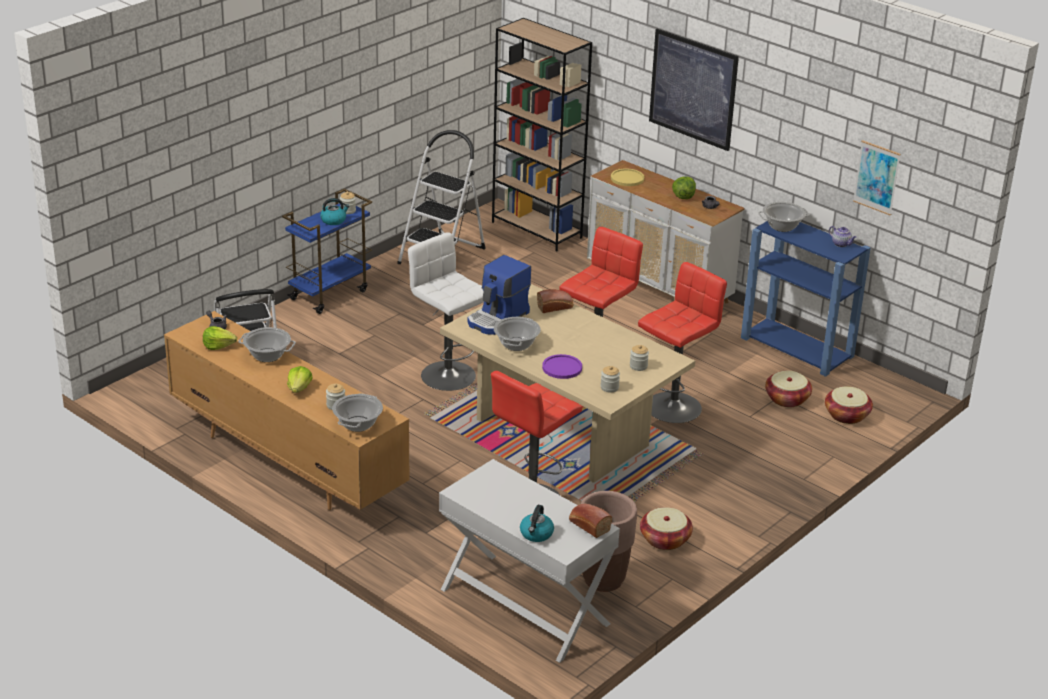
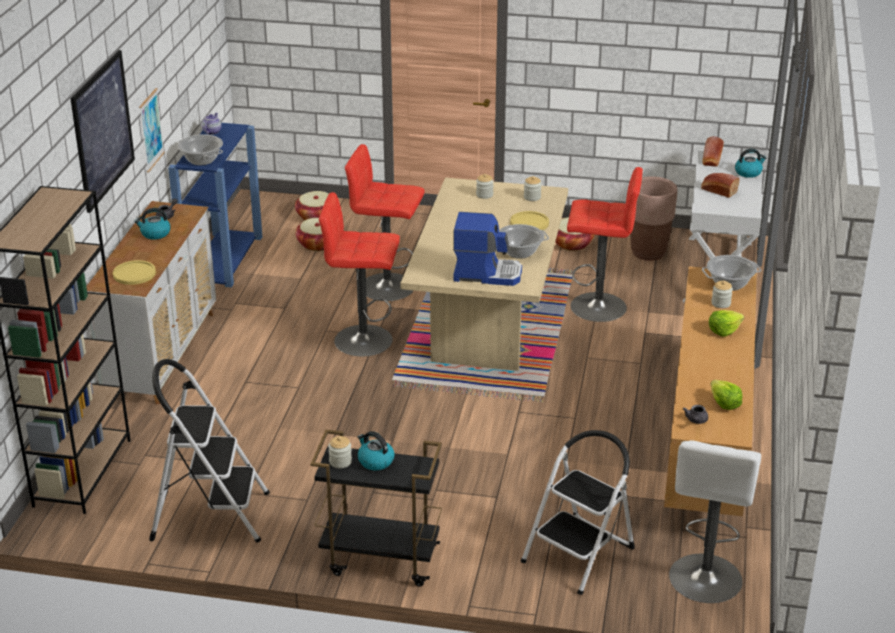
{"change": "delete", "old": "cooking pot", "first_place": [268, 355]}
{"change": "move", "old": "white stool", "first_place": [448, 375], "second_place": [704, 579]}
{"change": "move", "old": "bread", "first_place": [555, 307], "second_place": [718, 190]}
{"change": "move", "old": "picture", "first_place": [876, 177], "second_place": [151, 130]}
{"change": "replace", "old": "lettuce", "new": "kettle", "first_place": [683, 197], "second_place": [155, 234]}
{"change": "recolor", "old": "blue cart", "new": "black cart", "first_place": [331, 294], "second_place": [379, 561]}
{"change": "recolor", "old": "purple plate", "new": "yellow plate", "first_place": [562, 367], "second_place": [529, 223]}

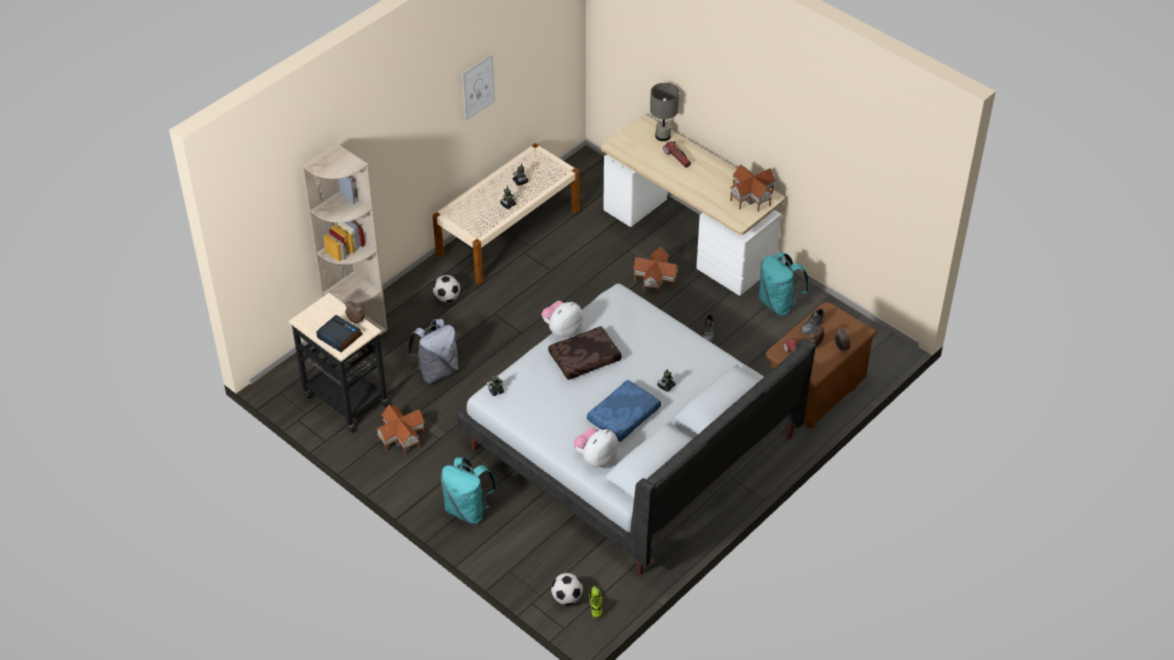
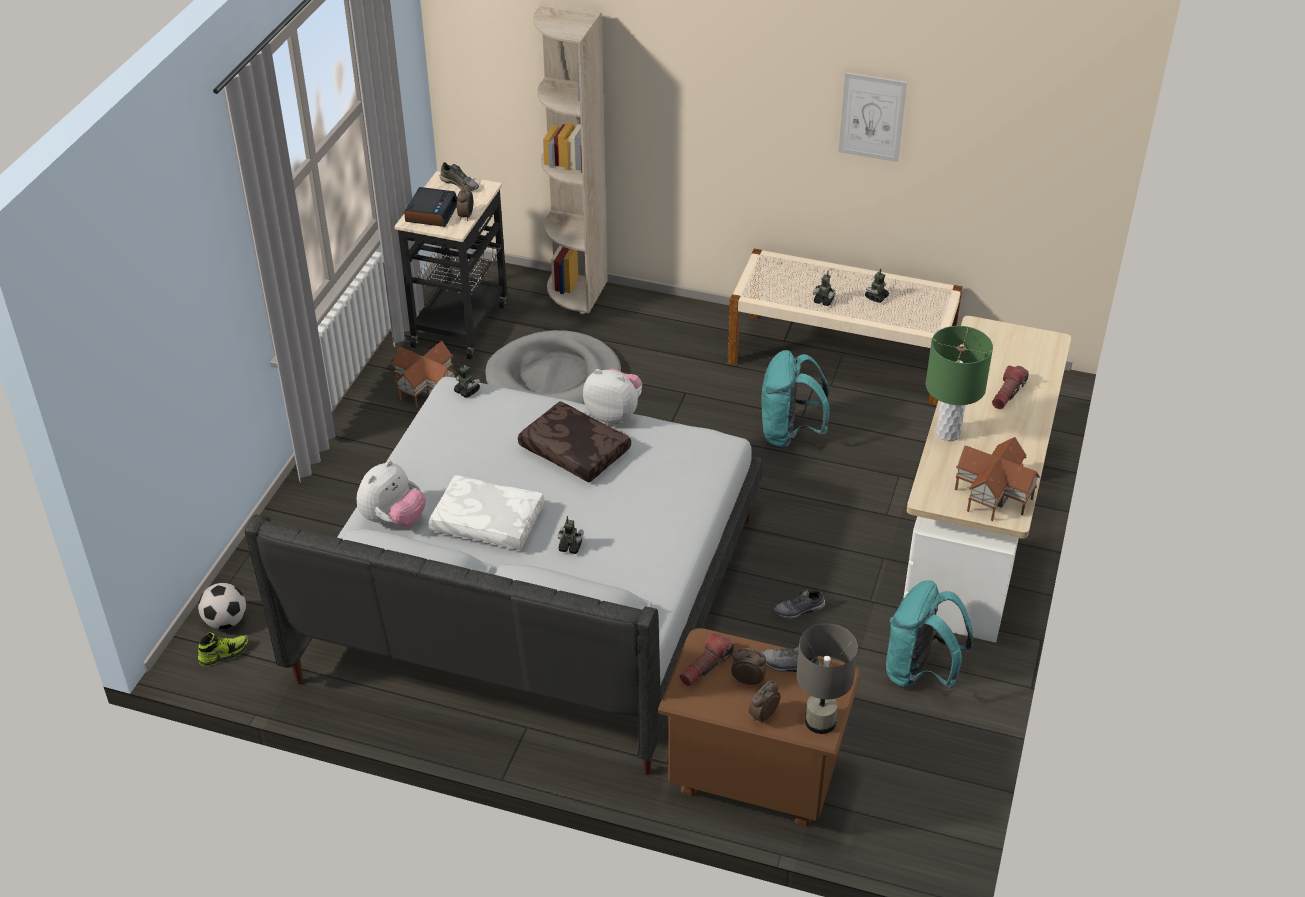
{"change": "delete", "old": "football", "first_place": [447, 298]}
{"change": "delete", "old": "toy house", "first_place": [656, 279]}
{"change": "insert", "new": "grey shoe", "second_place": [460, 184]}
{"change": "insert", "new": "green table lamp", "second_place": [948, 433]}
{"change": "move", "old": "turquoise backpack", "first_place": [468, 510], "second_place": [790, 434]}
{"change": "move", "old": "grey table lamp", "first_place": [662, 136], "second_place": [819, 721]}
{"change": "replace", "old": "grey backpack", "new": "grey dog bed", "first_place": [436, 371], "second_place": [553, 378]}
{"change": "recolor", "old": "blue pillow", "new": "white pillow", "first_place": [624, 417], "second_place": [486, 523]}
{"change": "rotate", "old": "plush toy", "first_place": [596, 458], "second_place": [393, 519], "degrees": 105}

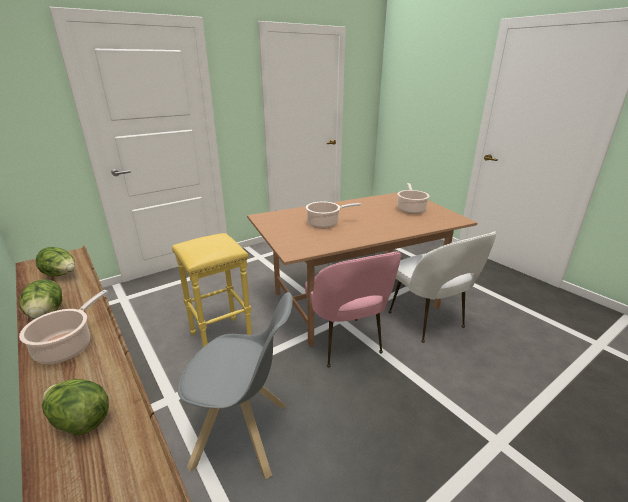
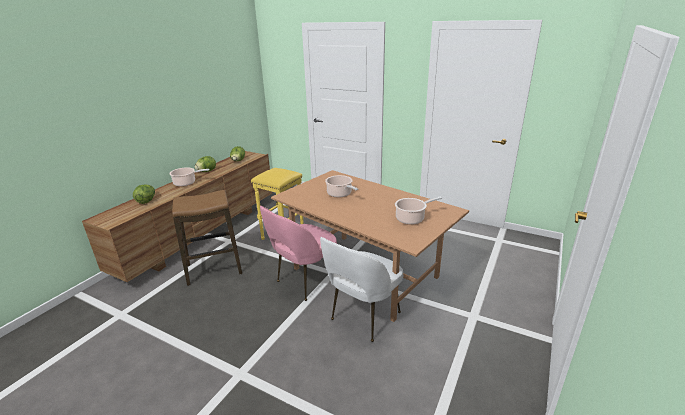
{"change": "replace", "old": "grey chair", "new": "stool", "first_place": [244, 435], "second_place": [214, 269]}

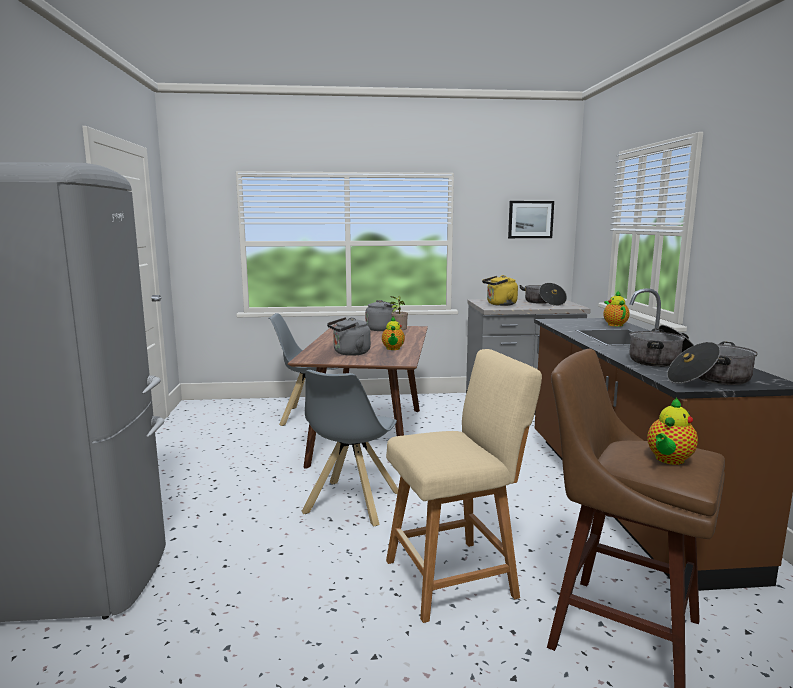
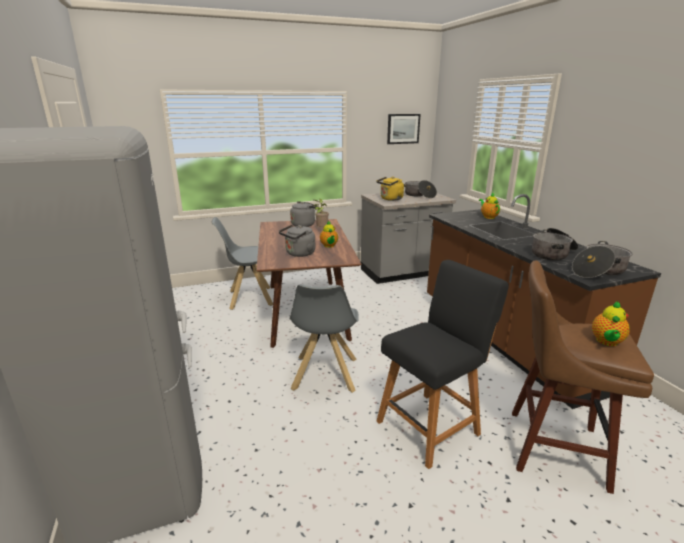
{"change": "recolor", "old": "beige stool", "new": "black stool", "first_place": [456, 577], "second_place": [431, 425]}

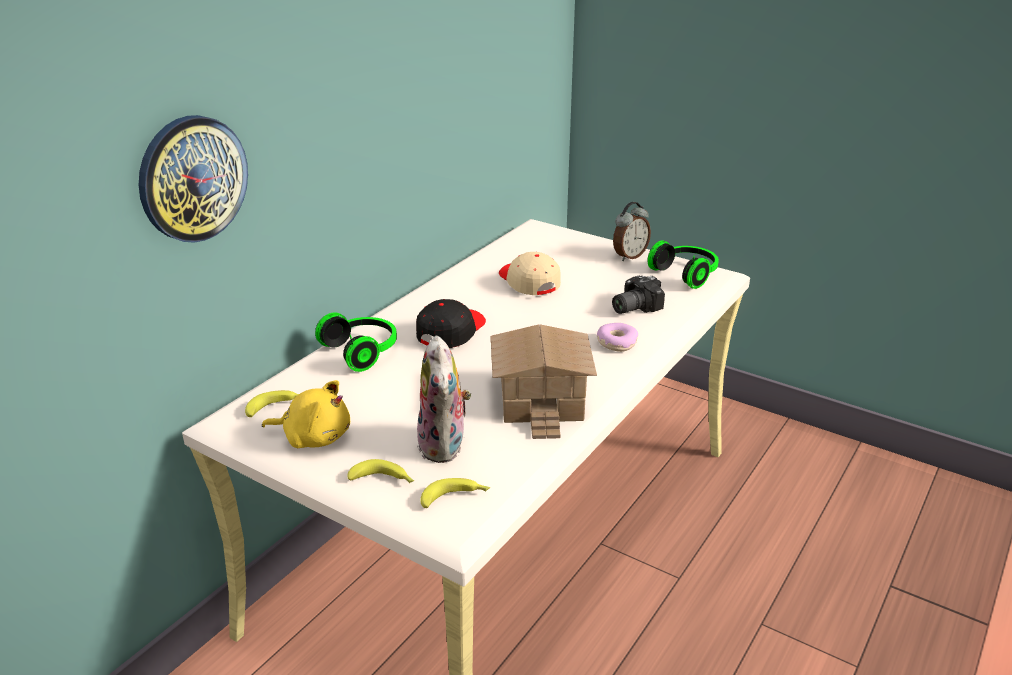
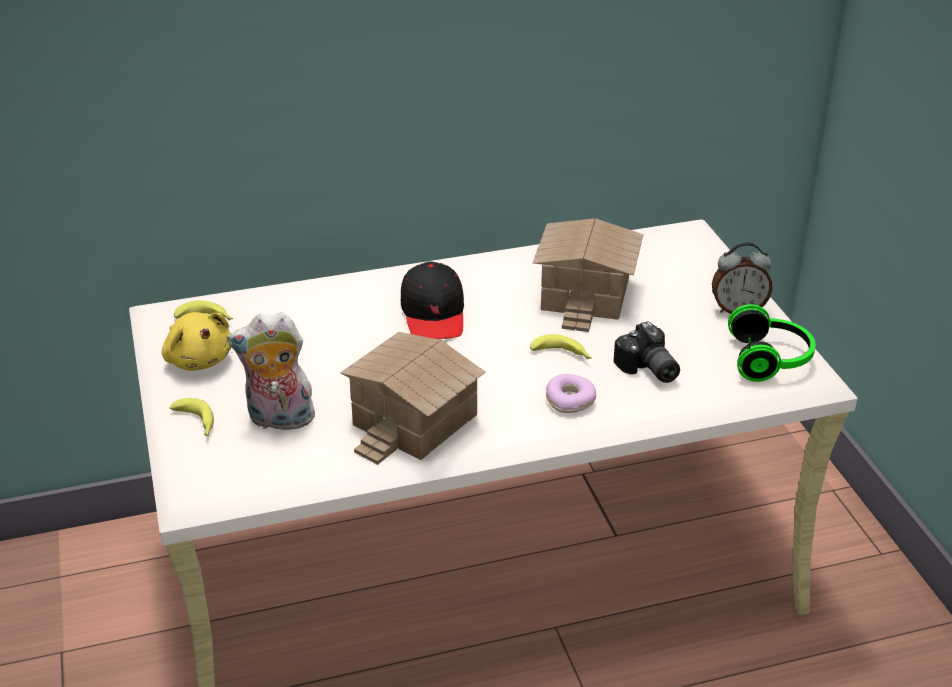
{"change": "delete", "old": "wall clock", "first_place": [192, 178]}
{"change": "delete", "old": "headphones", "first_place": [363, 351]}
{"change": "move", "old": "banana", "first_place": [455, 498], "second_place": [562, 354]}
{"change": "replace", "old": "beige cap", "new": "toy house", "first_place": [528, 282], "second_place": [583, 293]}
{"change": "rotate", "old": "black cap", "first_place": [451, 331], "second_place": [434, 314], "degrees": 105}
{"change": "rotate", "old": "plush toy", "first_place": [445, 446], "second_place": [278, 420], "degrees": 60}
{"change": "rotate", "old": "photo camera", "first_place": [632, 307], "second_place": [647, 370], "degrees": -120}

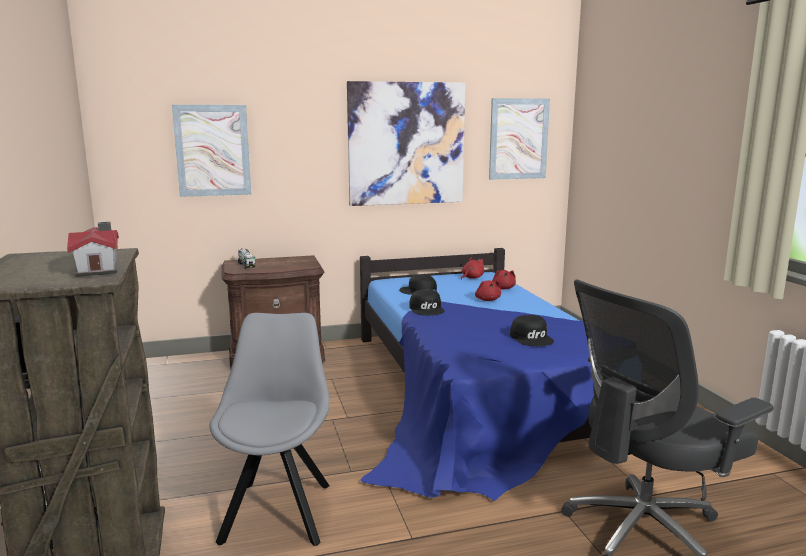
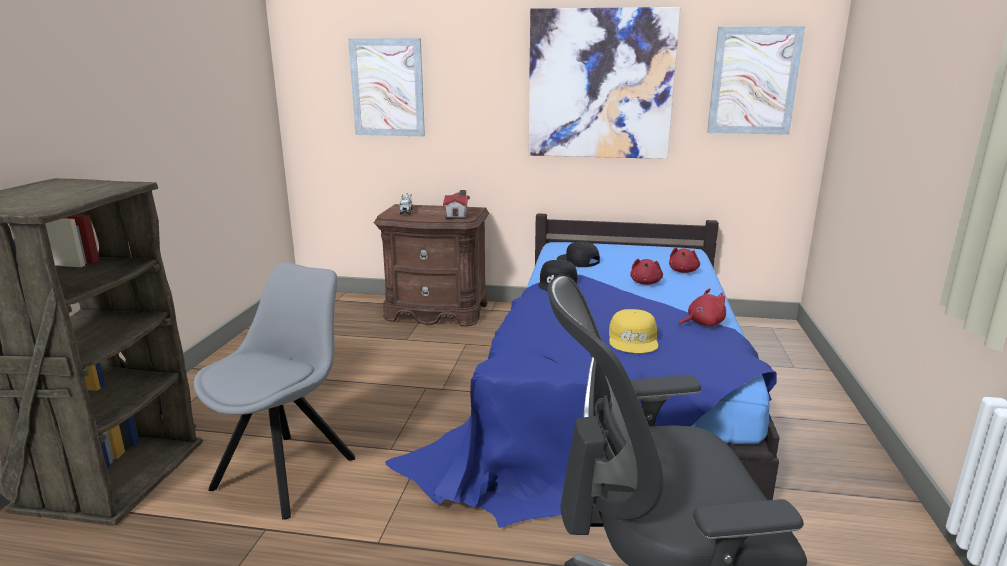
{"change": "move", "old": "toy house", "first_place": [99, 268], "second_place": [458, 215]}
{"change": "move", "old": "red plush toy", "first_place": [471, 278], "second_place": [702, 323]}
{"change": "recolor", "old": "black cap", "new": "yellow cap", "first_place": [532, 338], "second_place": [634, 340]}

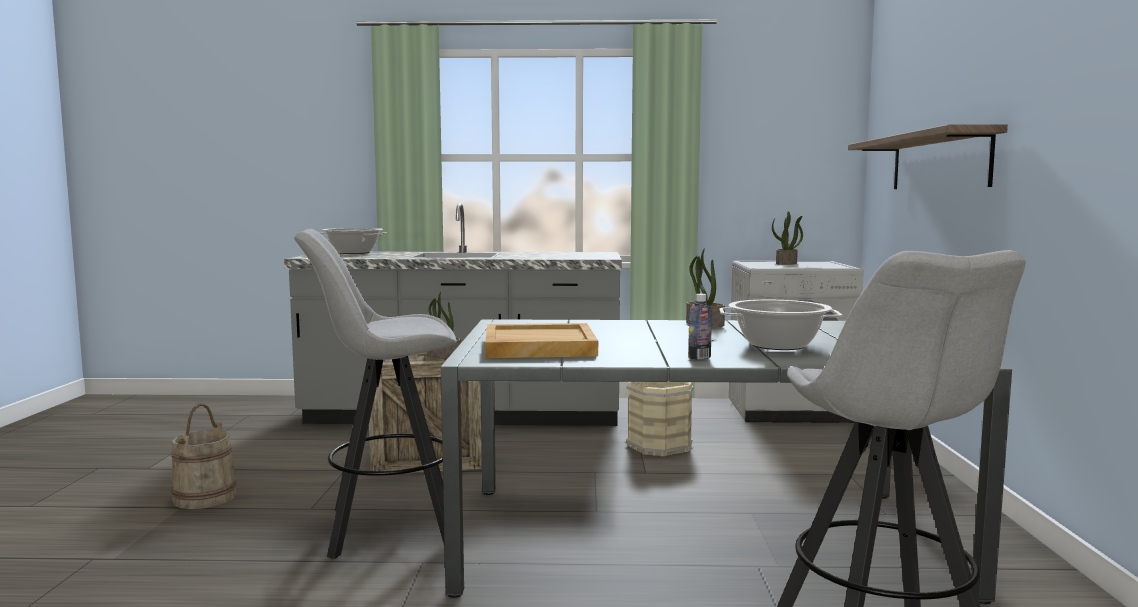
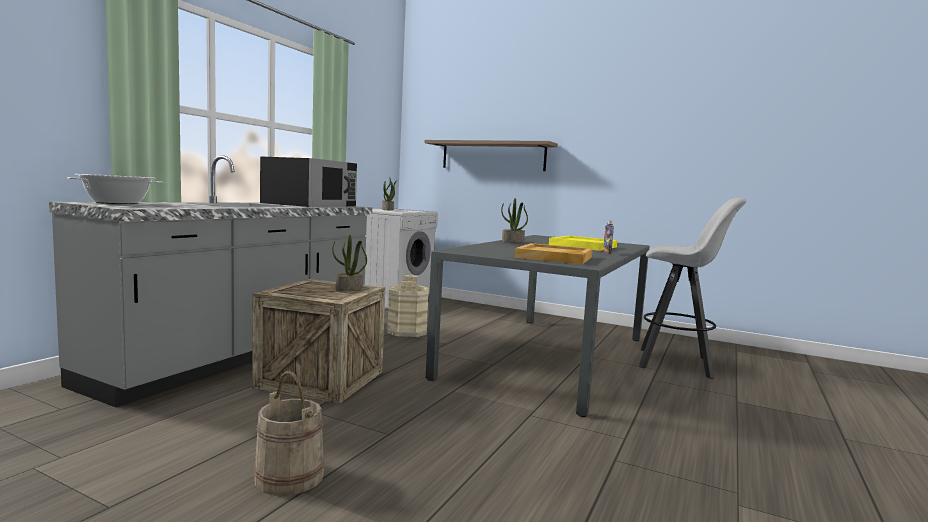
{"change": "delete", "old": "grey stool", "first_place": [387, 527]}
{"change": "insert", "new": "black microwave", "second_place": [311, 204]}
{"change": "replace", "old": "cooking pot", "new": "yellow tray", "first_place": [777, 345], "second_place": [583, 246]}

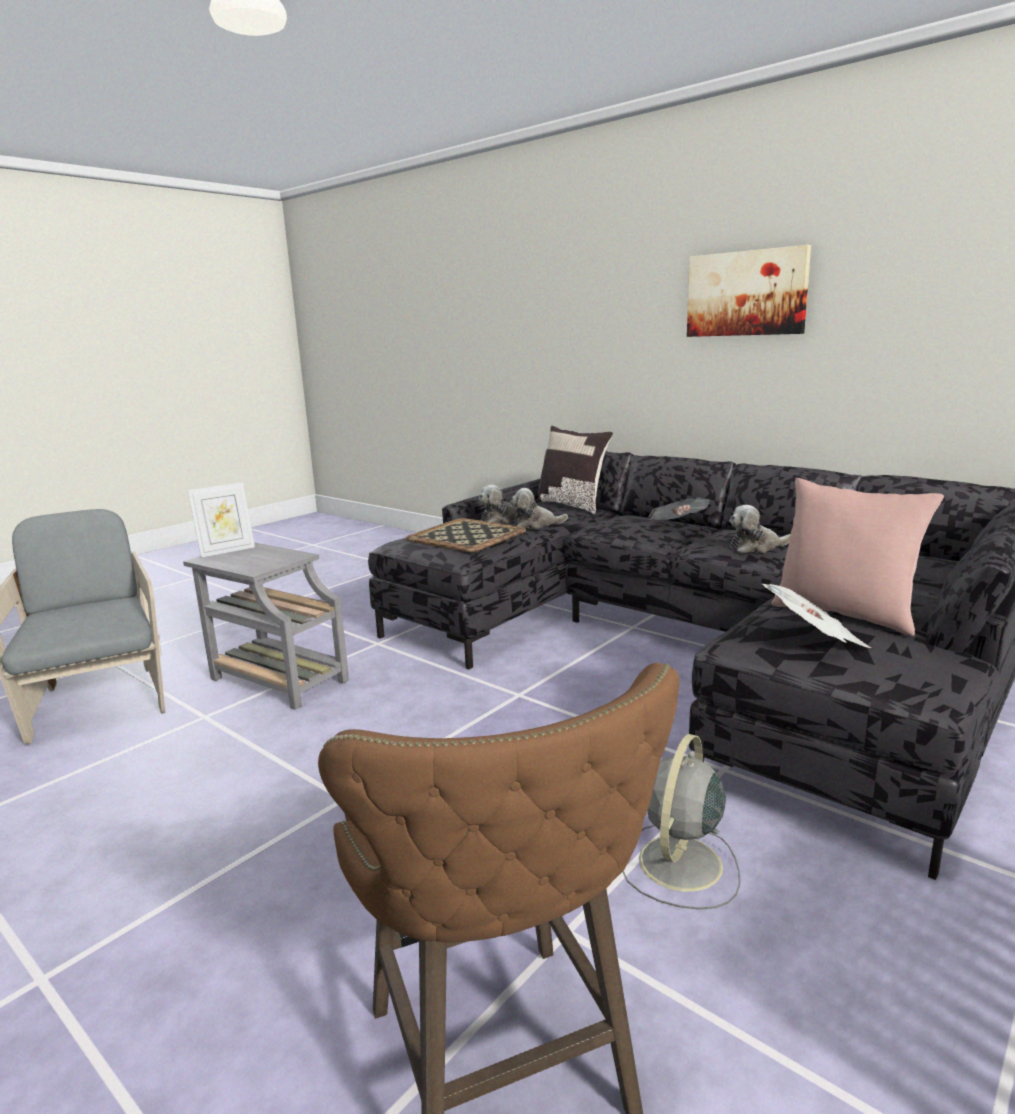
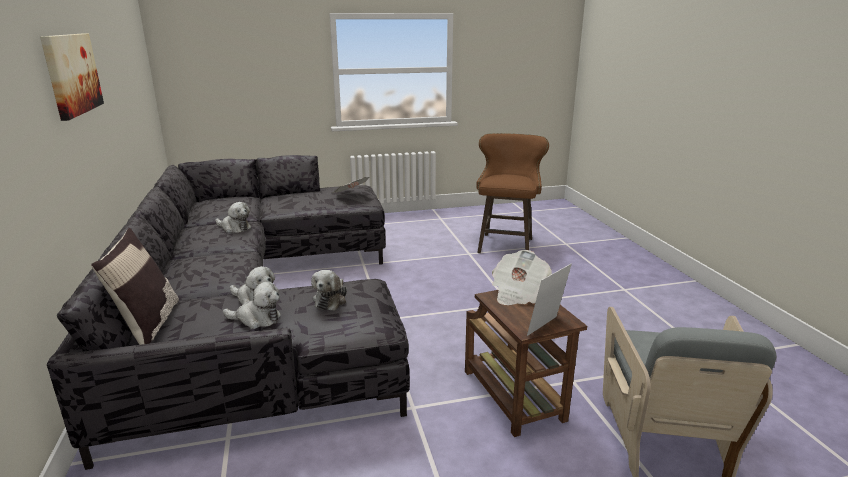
{"change": "delete", "old": "grey fan", "first_place": [679, 865]}
{"change": "delete", "old": "pink pillow", "first_place": [844, 614]}
{"change": "move", "old": "newspaper", "first_place": [677, 526], "second_place": [518, 293]}
{"change": "replace", "old": "tray", "new": "plush toy", "first_place": [466, 536], "second_place": [331, 300]}
{"change": "recolor", "old": "grey side table", "new": "brown side table", "first_place": [276, 680], "second_place": [514, 398]}
{"change": "rotate", "old": "picture frame", "first_place": [227, 551], "second_place": [546, 328], "degrees": -45}

